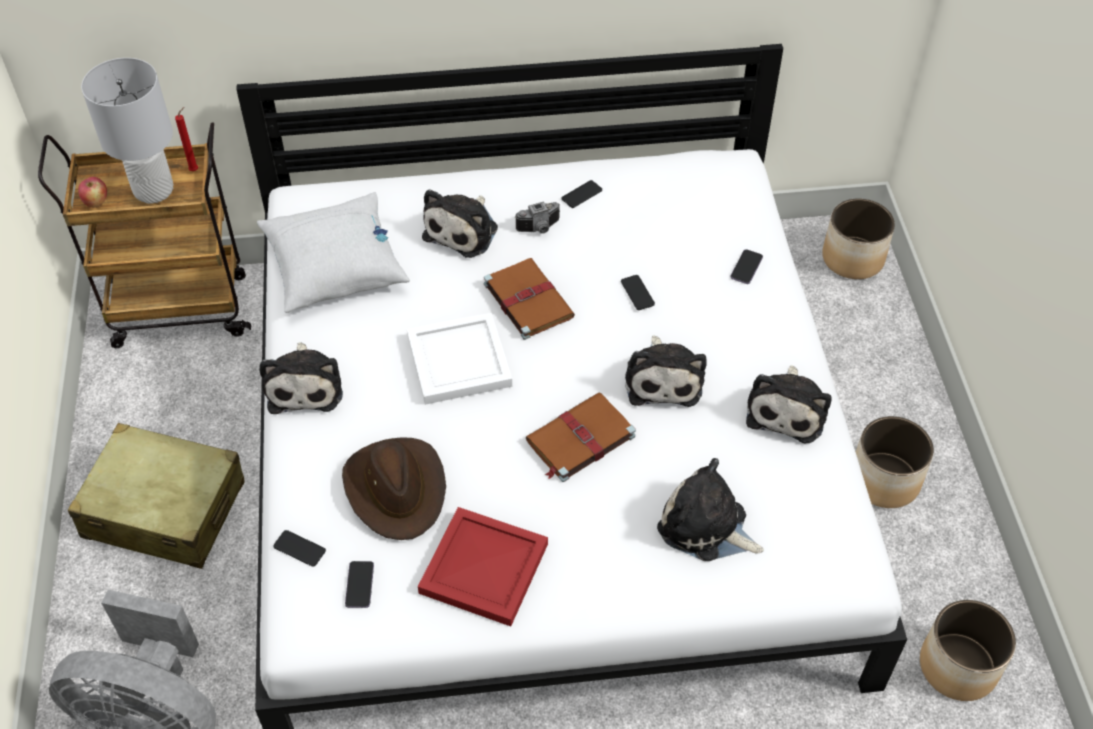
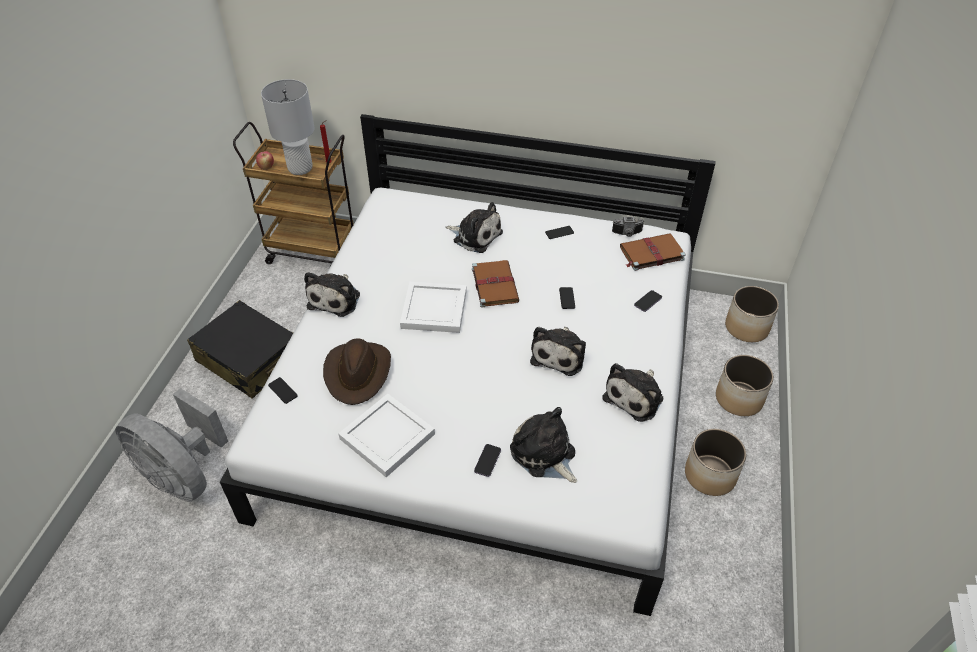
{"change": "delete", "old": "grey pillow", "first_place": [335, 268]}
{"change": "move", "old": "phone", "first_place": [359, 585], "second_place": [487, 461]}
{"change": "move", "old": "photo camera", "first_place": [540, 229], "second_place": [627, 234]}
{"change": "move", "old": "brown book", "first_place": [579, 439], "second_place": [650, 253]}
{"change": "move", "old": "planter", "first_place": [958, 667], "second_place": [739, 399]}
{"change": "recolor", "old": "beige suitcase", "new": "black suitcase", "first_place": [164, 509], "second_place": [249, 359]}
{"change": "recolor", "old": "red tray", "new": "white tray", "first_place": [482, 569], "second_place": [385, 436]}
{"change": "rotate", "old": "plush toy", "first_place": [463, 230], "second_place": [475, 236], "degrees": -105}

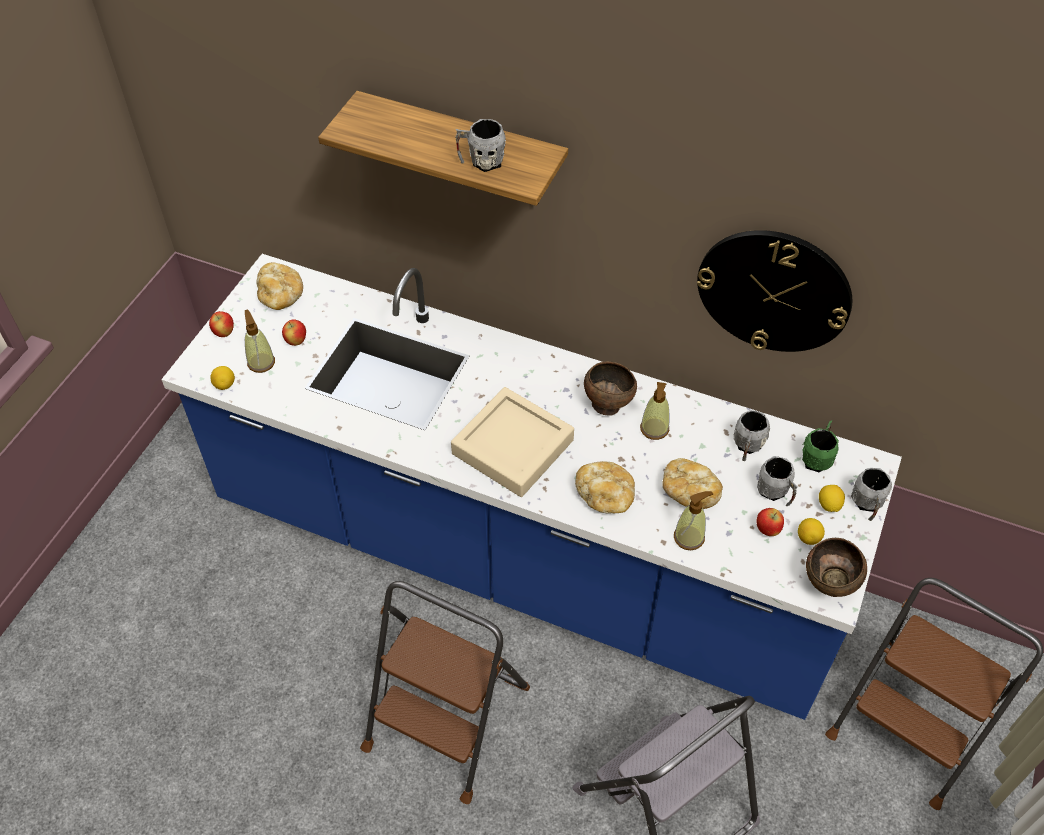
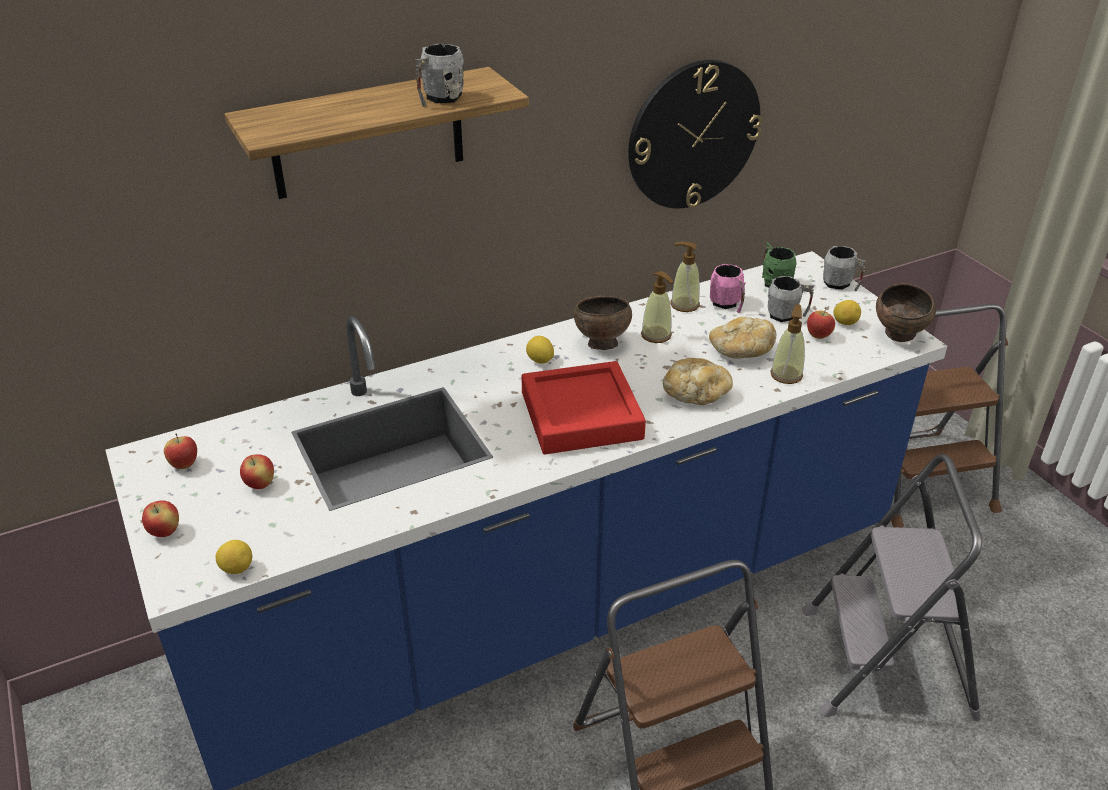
{"change": "move", "old": "soap dispenser", "first_place": [261, 362], "second_place": [684, 304]}
{"change": "move", "old": "lemon", "first_place": [829, 505], "second_place": [540, 360]}
{"change": "replace", "old": "bread", "new": "apple", "first_place": [281, 296], "second_place": [184, 465]}
{"change": "recolor", "old": "beige tray", "new": "red tray", "first_place": [512, 447], "second_place": [581, 416]}
{"change": "recolor", "old": "grey mug", "new": "pink mug", "first_place": [747, 447], "second_place": [727, 304]}

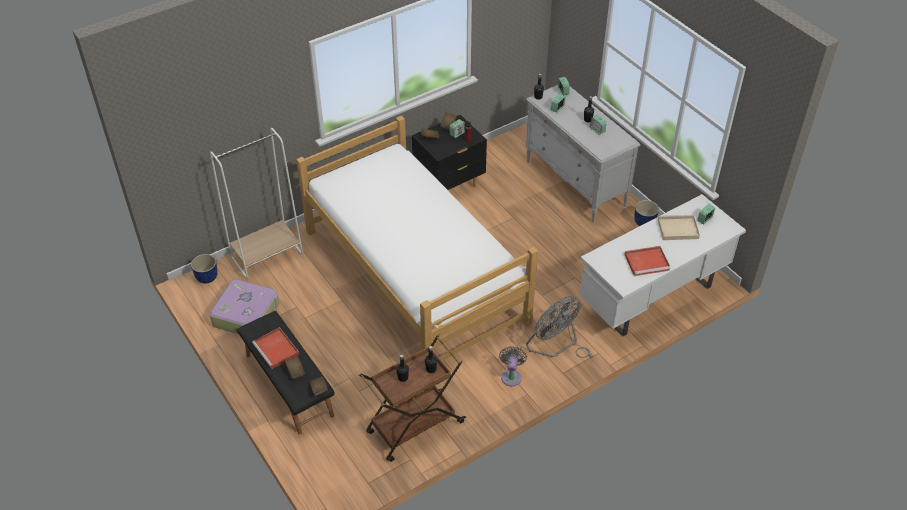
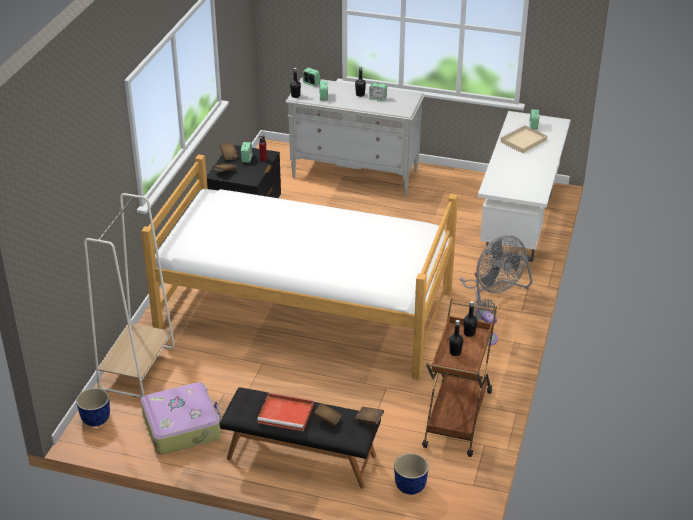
{"change": "delete", "old": "red tray", "first_place": [647, 262]}
{"change": "move", "old": "planter", "first_place": [644, 223], "second_place": [410, 487]}
{"change": "rotate", "old": "grey fan", "first_place": [560, 343], "second_place": [492, 292], "degrees": -135}

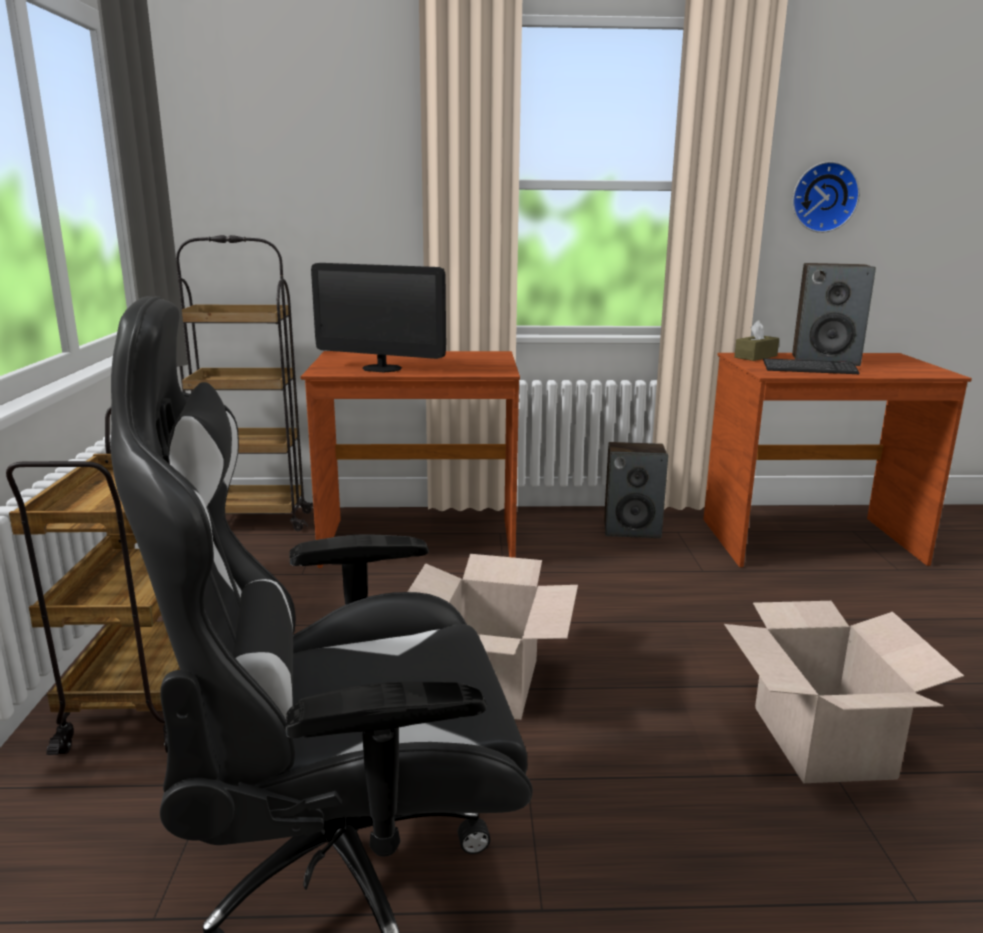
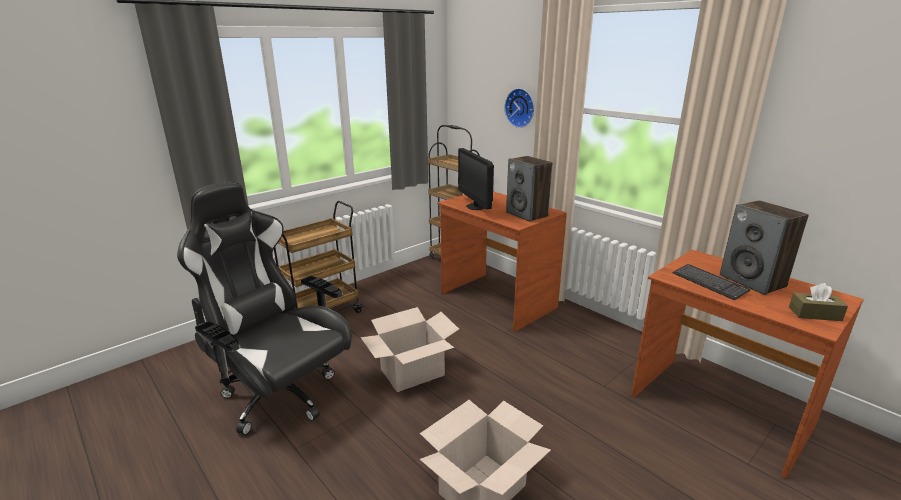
{"change": "move", "old": "speaker", "first_place": [632, 529], "second_place": [527, 214]}
{"change": "move", "old": "brown tissue box", "first_place": [755, 356], "second_place": [814, 314]}
{"change": "move", "old": "wall clock", "first_place": [823, 197], "second_place": [521, 108]}

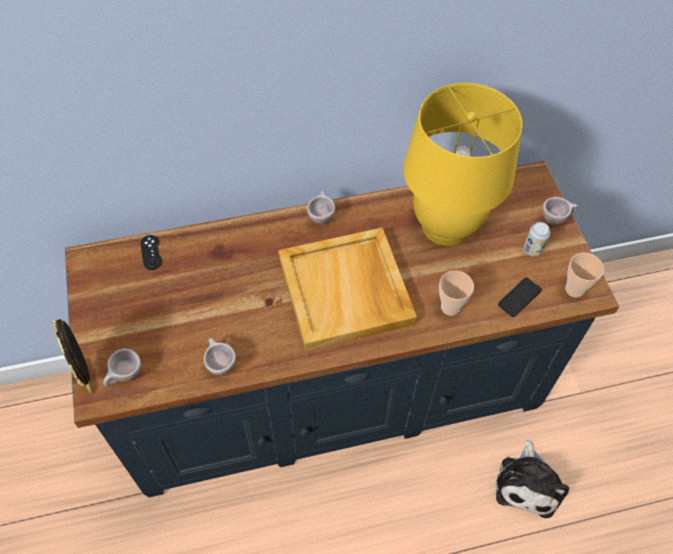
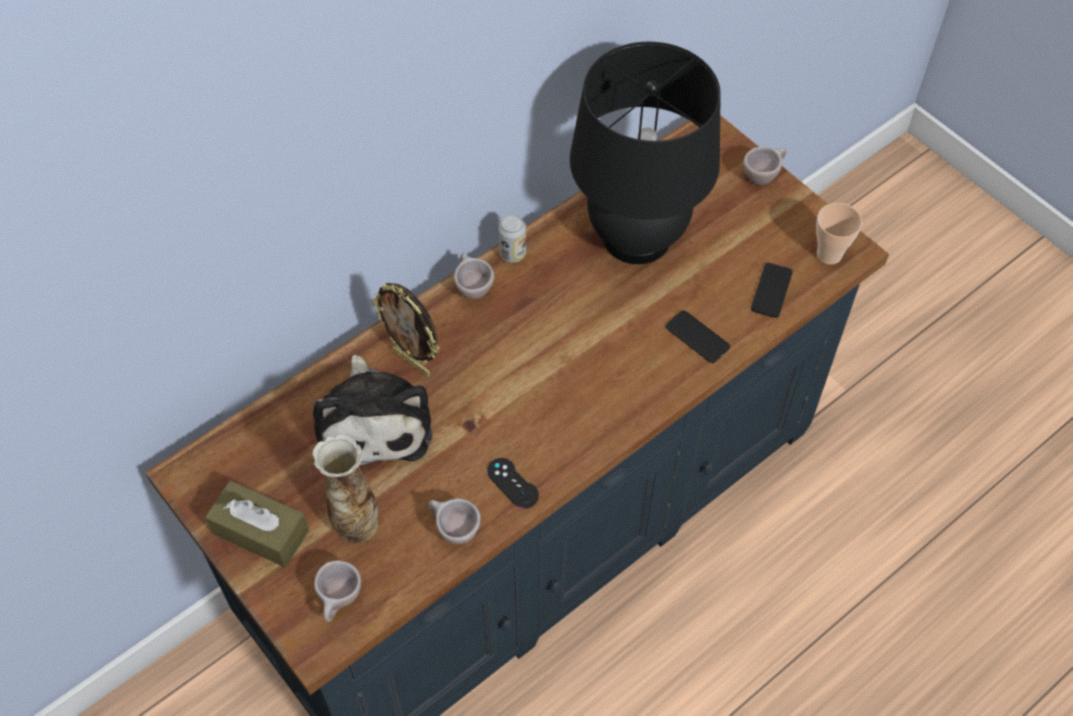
{"change": "delete", "old": "beige tray", "first_place": [346, 291]}
{"change": "insert", "new": "brown tissue box", "second_place": [261, 531]}
{"change": "insert", "new": "vase", "second_place": [356, 523]}
{"change": "move", "old": "picture frame", "first_place": [88, 377], "second_place": [413, 363]}
{"change": "move", "old": "black game controller", "first_place": [151, 252], "second_place": [512, 483]}
{"change": "move", "old": "plush toy", "first_place": [528, 483], "second_place": [374, 421]}
{"change": "move", "old": "can", "first_place": [532, 249], "second_place": [512, 253]}
{"change": "replace", "old": "cup", "new": "phone", "first_place": [450, 307], "second_place": [697, 337]}
{"change": "recolor", "old": "yellow table lamp", "new": "black table lamp", "first_place": [446, 225], "second_place": [636, 237]}

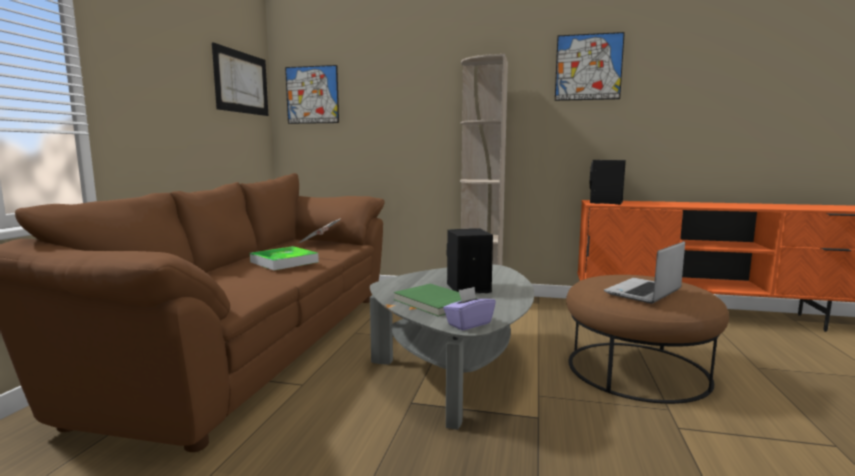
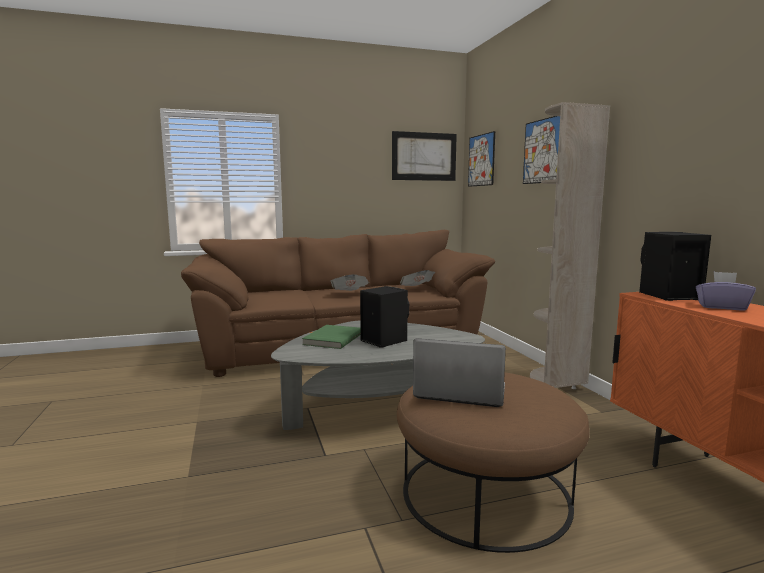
{"change": "move", "old": "purple tissue box", "first_place": [468, 324], "second_place": [721, 307]}
{"change": "move", "old": "picture", "first_place": [588, 67], "second_place": [543, 151]}
{"change": "replace", "old": "tray", "new": "newspaper", "first_place": [284, 262], "second_place": [349, 294]}

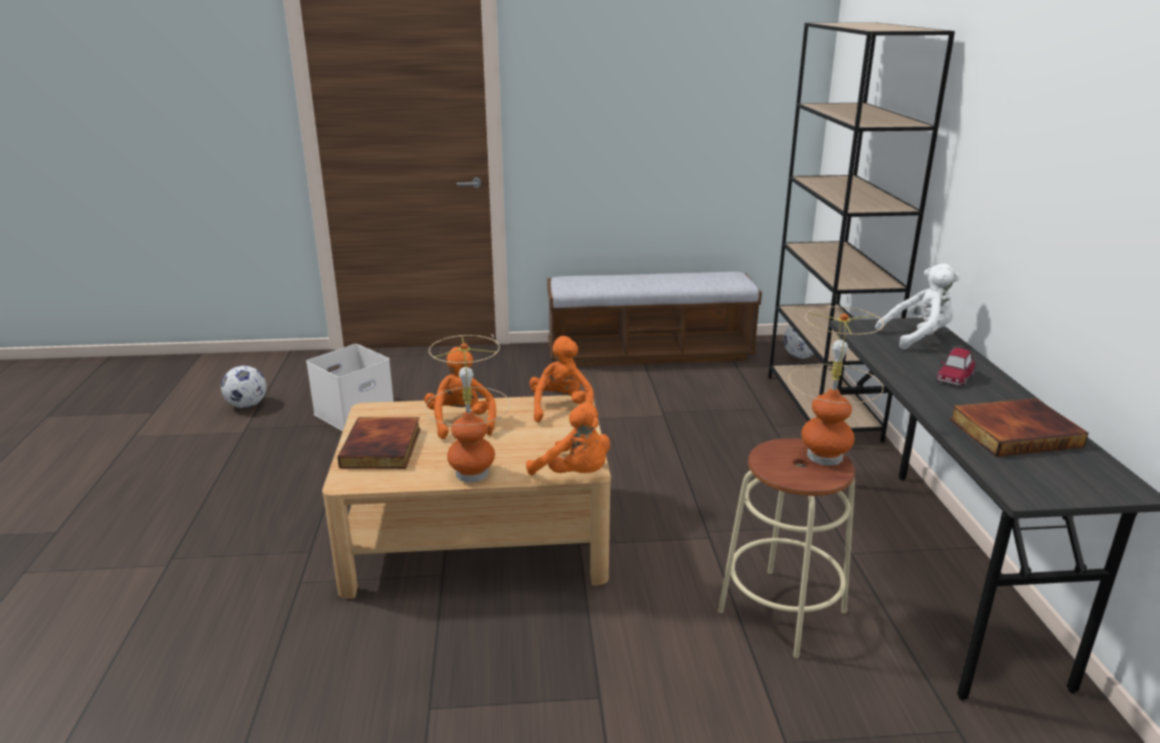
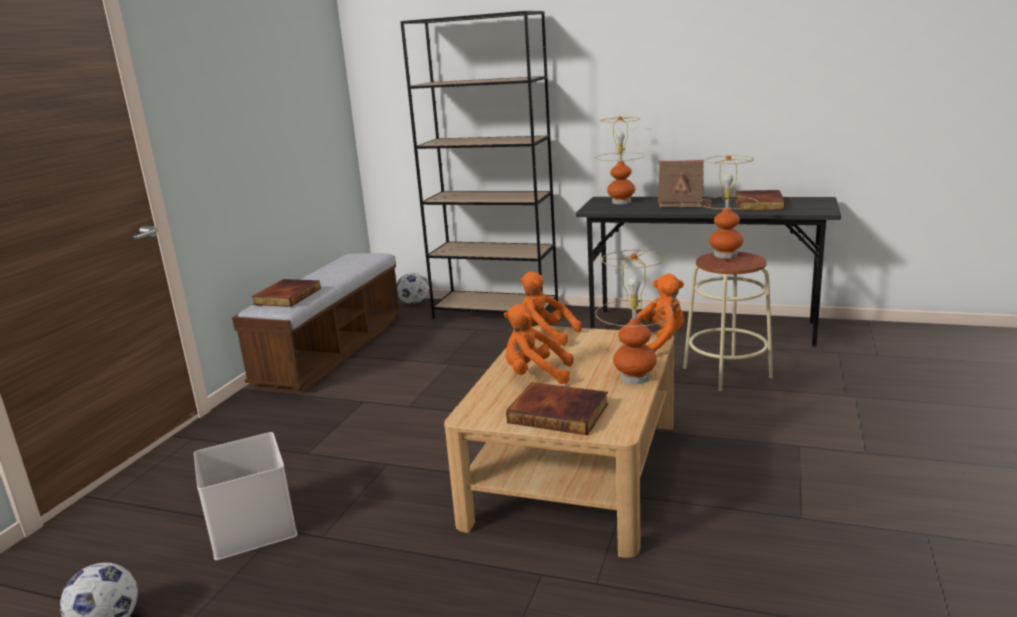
{"change": "insert", "new": "book", "second_place": [286, 296]}
{"change": "replace", "old": "white plush toy", "new": "table lamp", "first_place": [918, 337], "second_place": [621, 202]}
{"change": "replace", "old": "toy car", "new": "toy house", "first_place": [954, 377], "second_place": [684, 203]}

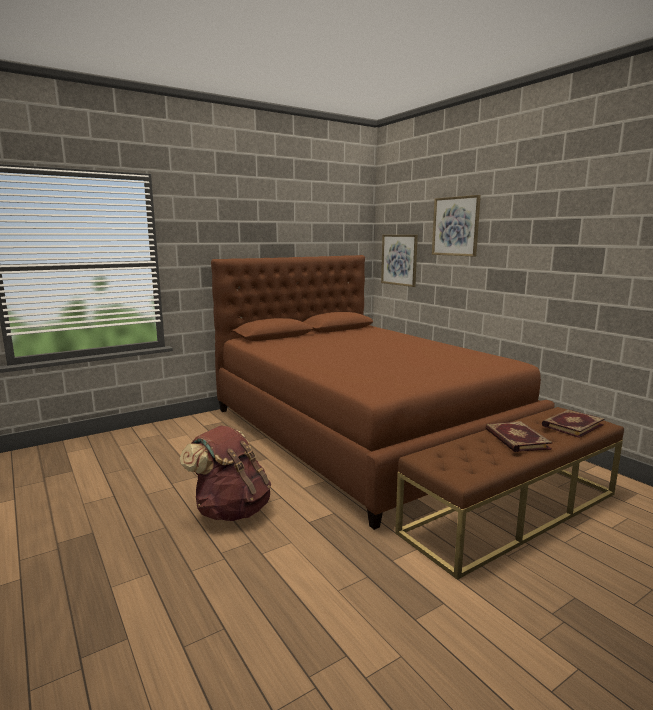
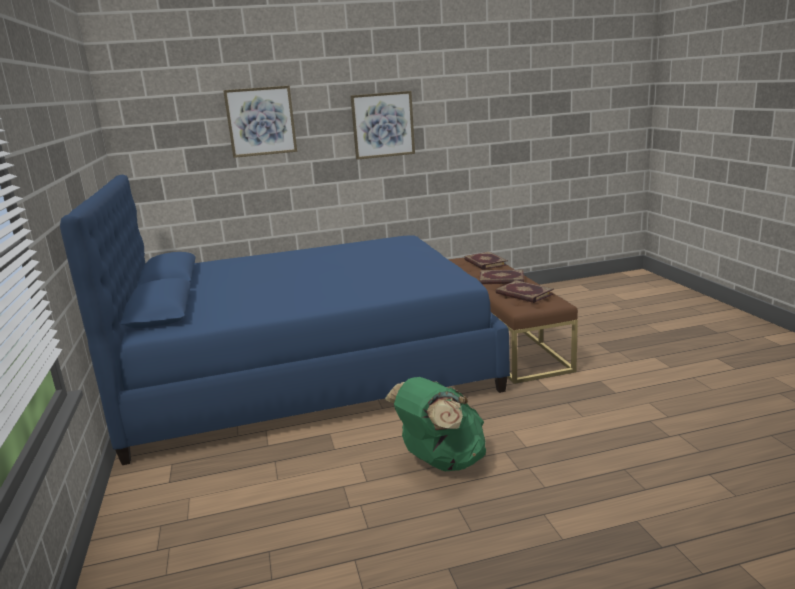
{"change": "insert", "new": "book", "second_place": [523, 294]}
{"change": "move", "old": "picture", "first_place": [399, 260], "second_place": [383, 125]}
{"change": "recolor", "old": "brown backpack", "new": "green backpack", "first_place": [231, 510], "second_place": [440, 462]}
{"change": "recolor", "old": "brown bed", "new": "blue bed", "first_place": [362, 432], "second_place": [308, 371]}

